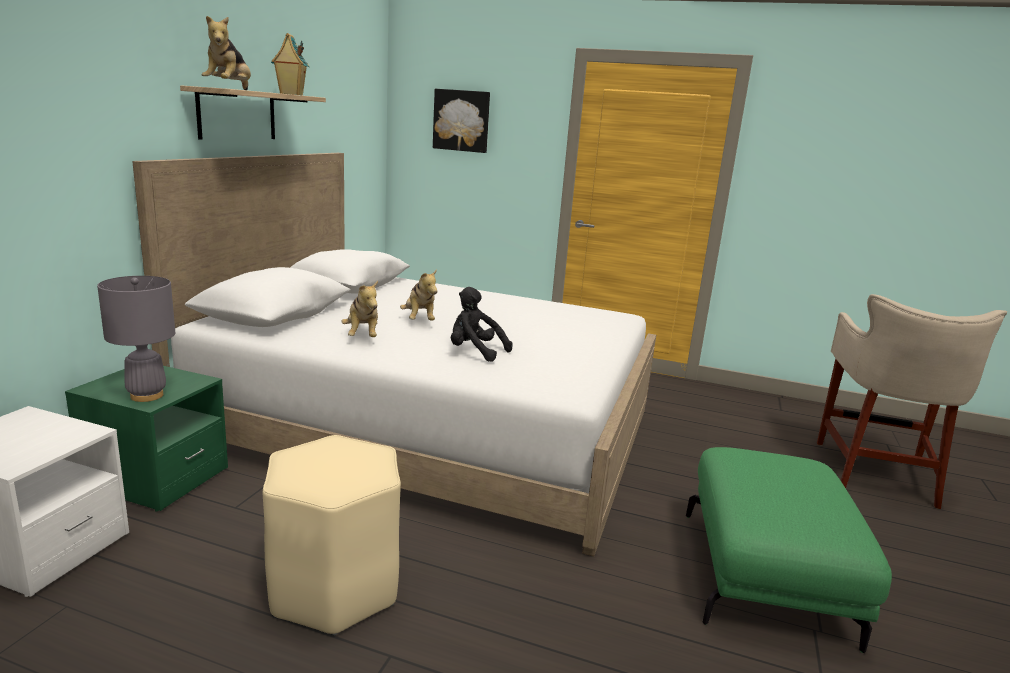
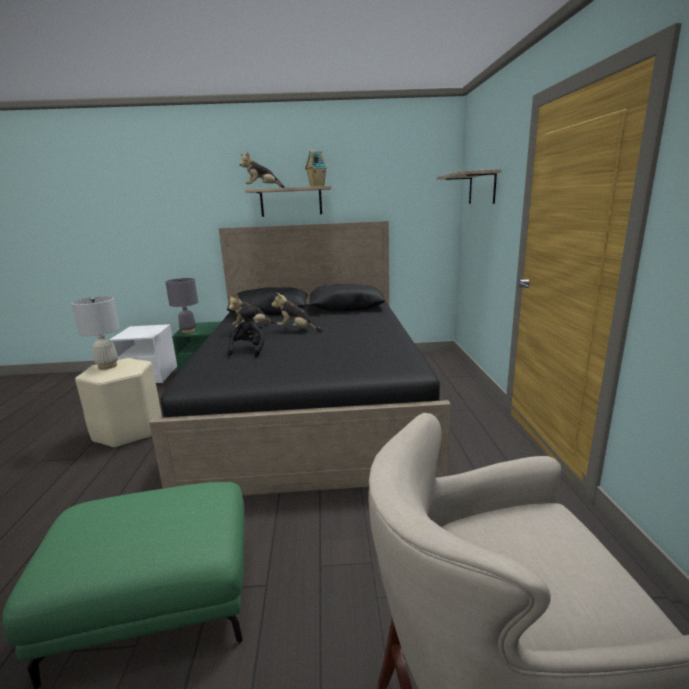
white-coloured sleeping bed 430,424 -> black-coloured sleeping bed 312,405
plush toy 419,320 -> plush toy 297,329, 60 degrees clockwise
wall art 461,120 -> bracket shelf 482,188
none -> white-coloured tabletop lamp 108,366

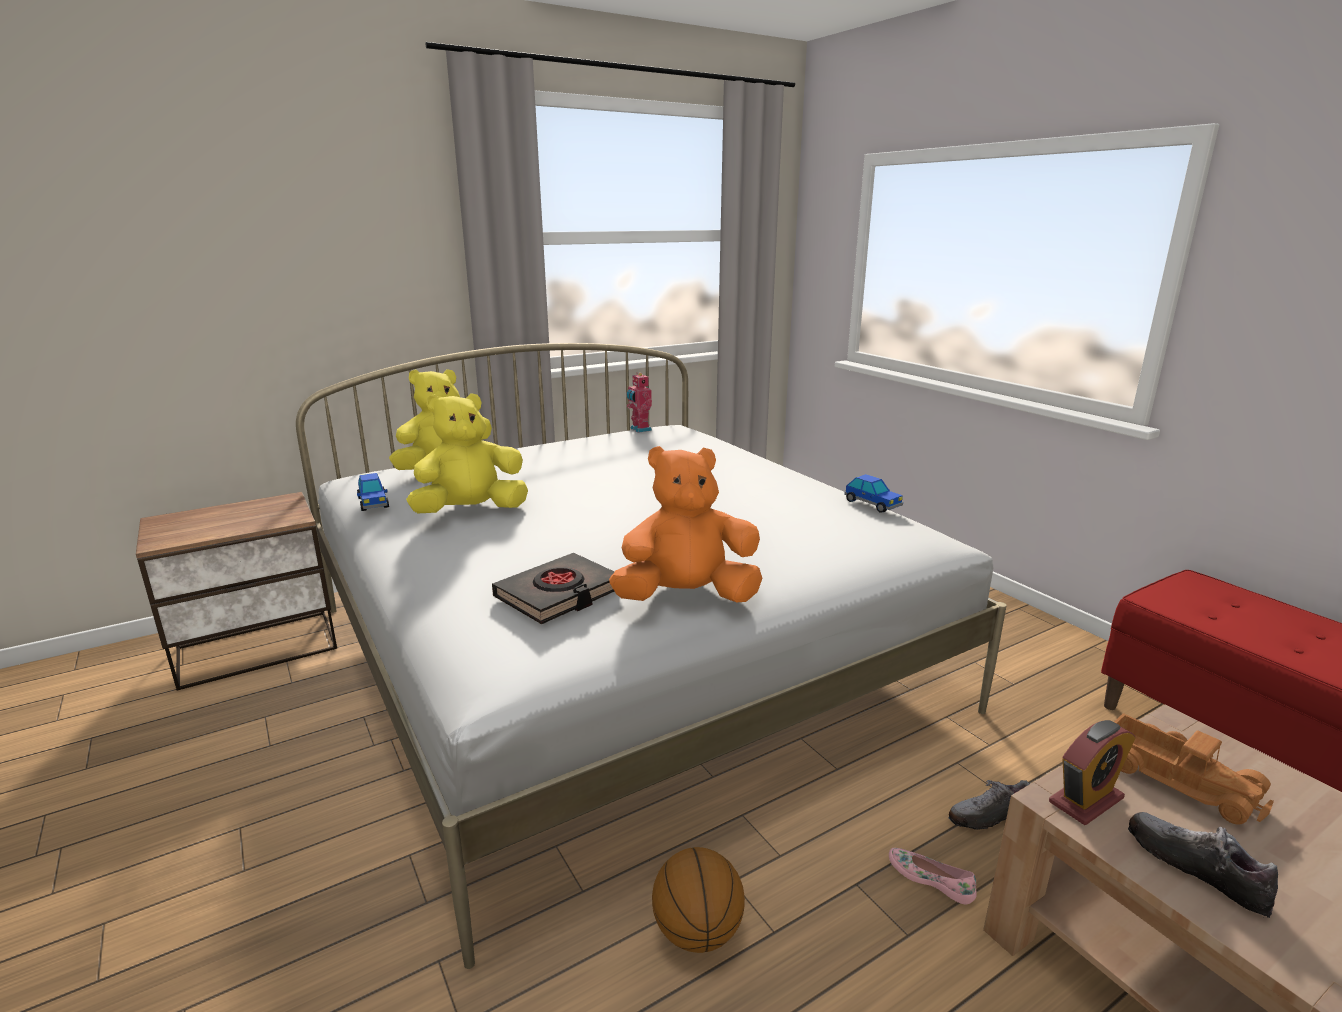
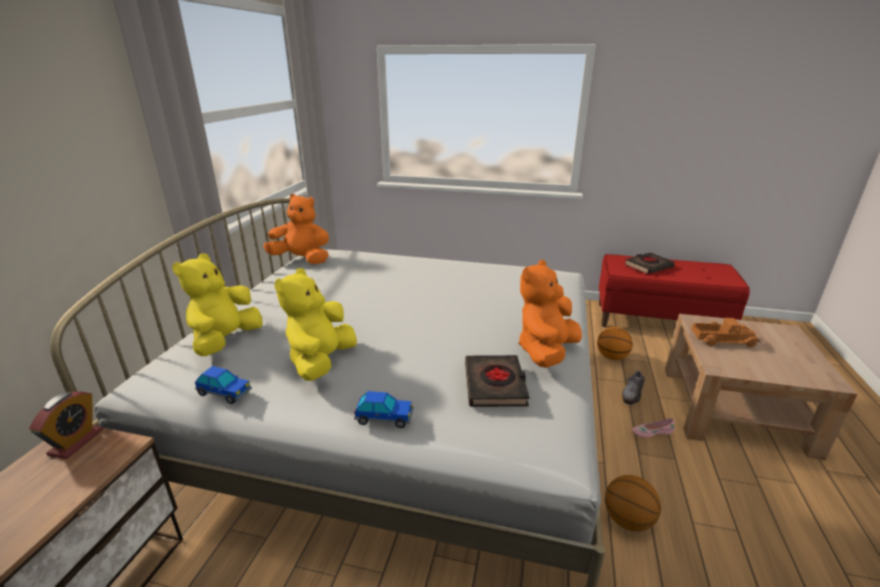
toy robot 639,429 -> orange-coloured plush toy 302,260
model car 872,504 -> model car 384,418, relocated
alarm clock 1086,800 -> alarm clock 76,442, relocated
shoe 1195,868 -> none
none -> basketball 611,357
none -> black-coloured book 648,266

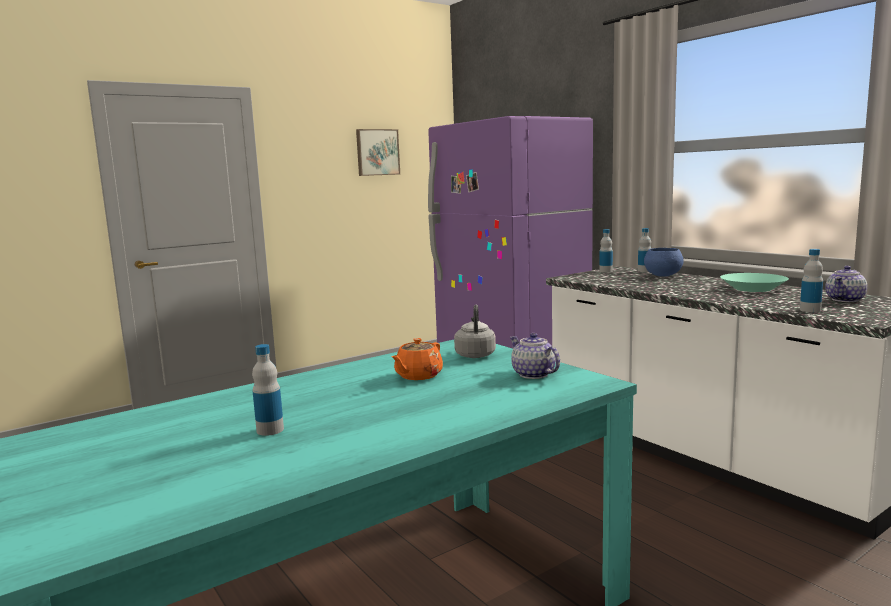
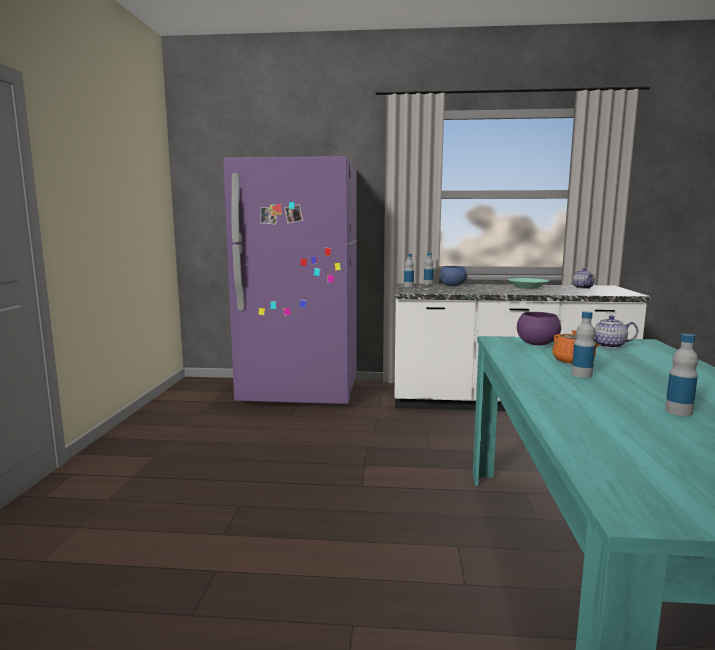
wall art 377,152 -> none
greyish kettle 475,354 -> purple-coloured deep dish 536,344
bottle 810,310 -> bottle 581,375, relocated

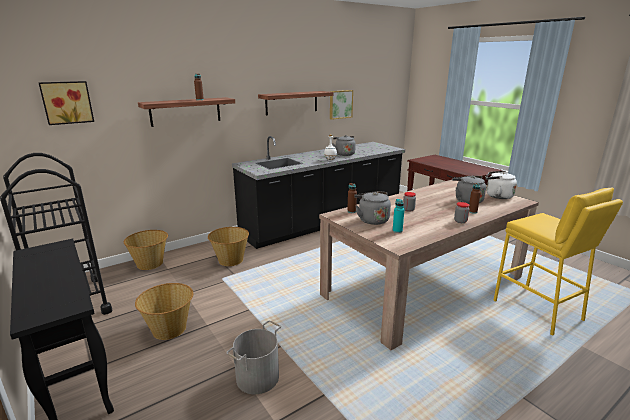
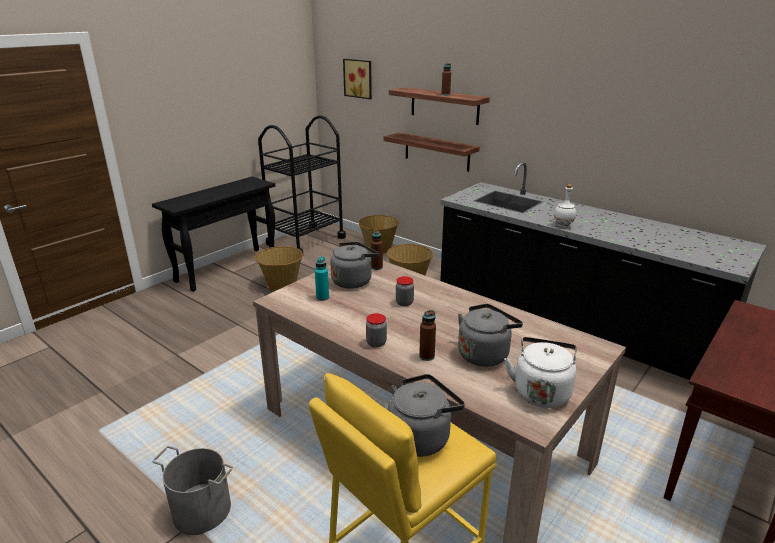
greyish bucket 257,377 -> greyish bucket 202,510, relocated
bracket shelf 291,102 -> bracket shelf 436,151, relocated
wall art 340,104 -> none
greyish kettle 344,154 -> greyish kettle 421,437, relocated

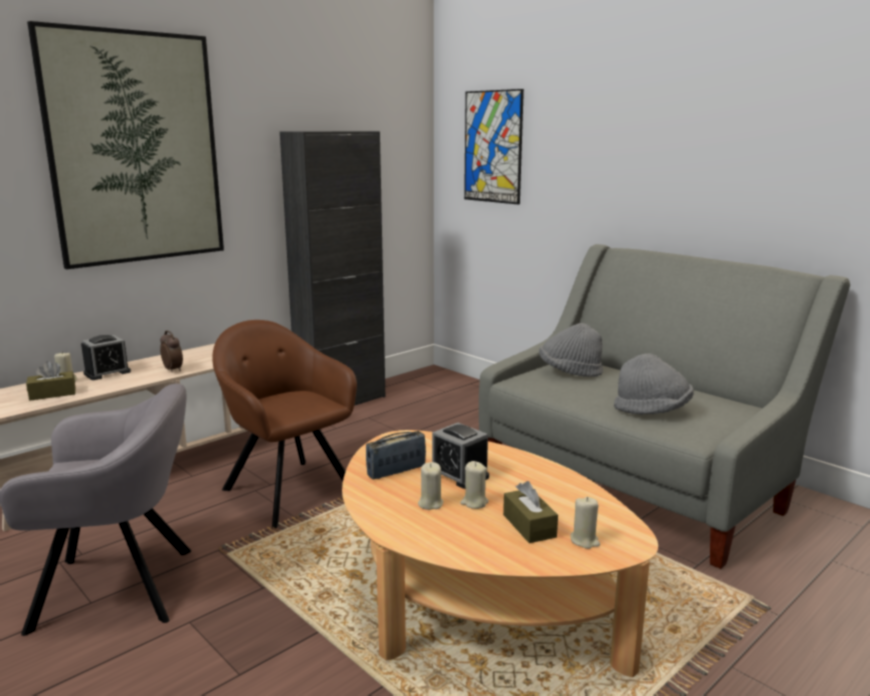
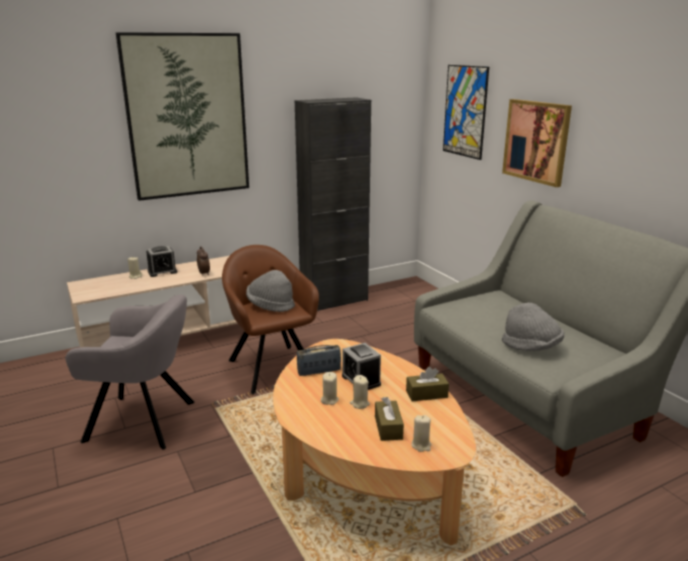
brown tissue box 52,394 -> brown tissue box 426,394, relocated
greyish wearable hat 569,372 -> greyish wearable hat 270,305, relocated
none -> wall art 536,141

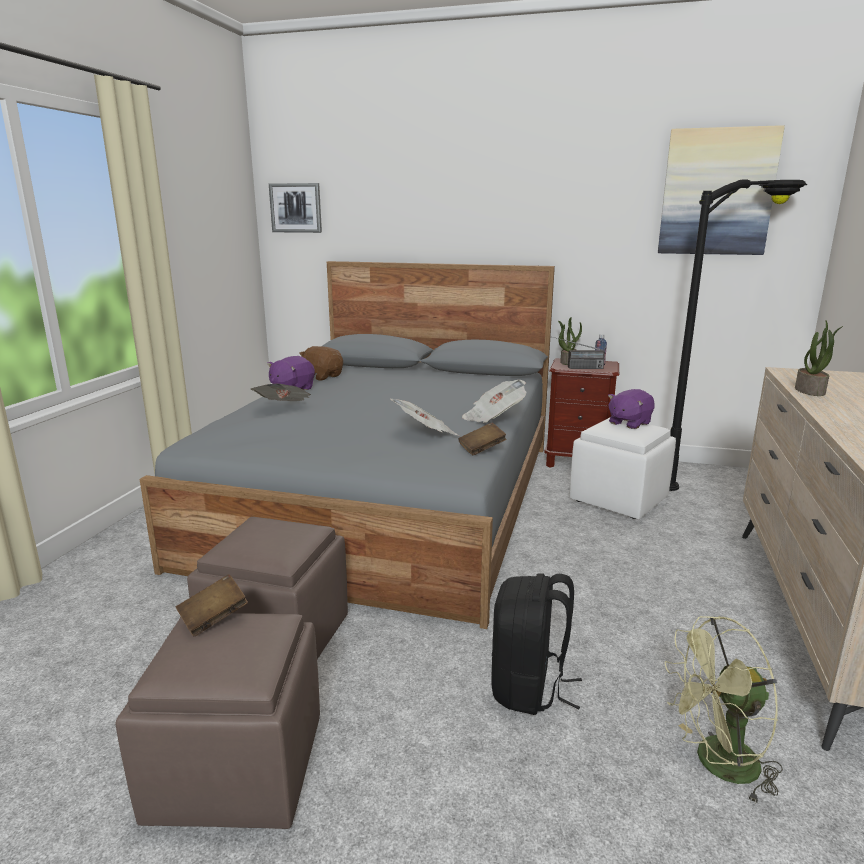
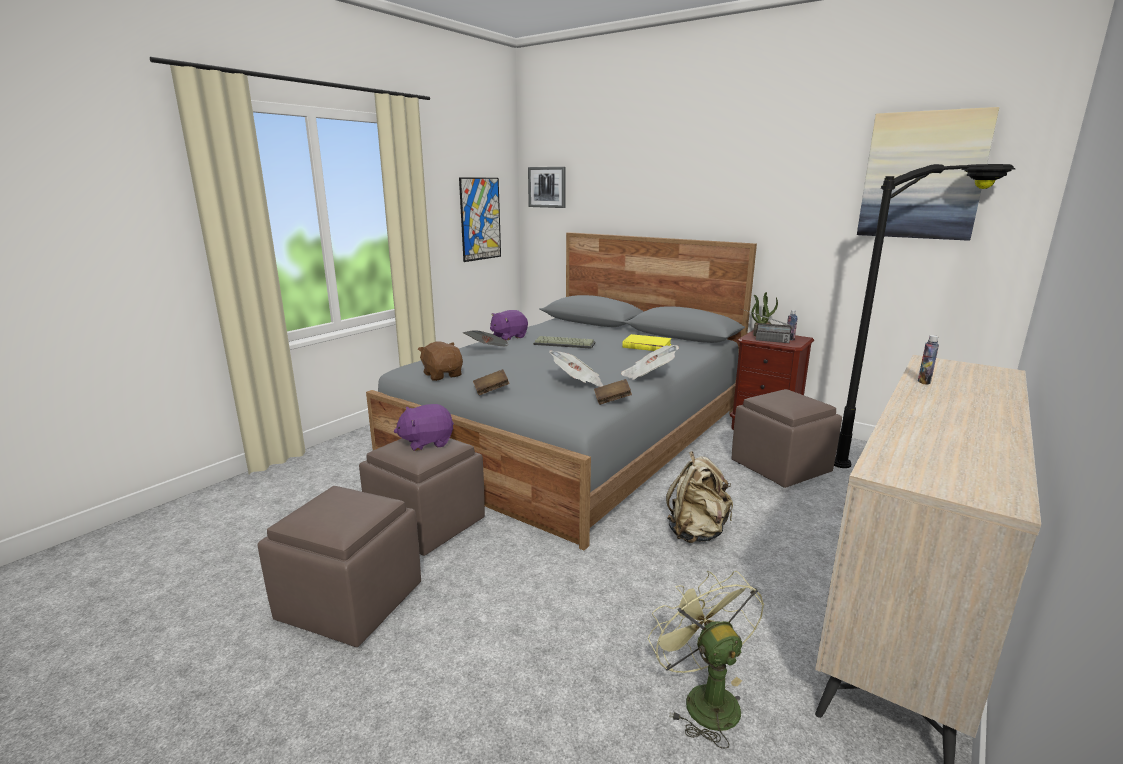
brown book 213,618 -> brown book 491,390, relocated
brown plush toy 322,376 -> brown plush toy 443,375, relocated
black-coloured knapsack 529,688 -> none
white-coloured ottoman 620,499 -> brown ottoman 781,467
purple-coloured plush toy 629,423 -> purple-coloured plush toy 426,442, relocated
green cooling fan 716,765 -> green cooling fan 703,698, 60 degrees clockwise
houseplant 810,391 -> bottle 924,382
none -> wall art 480,219
none -> keyboard 565,343
none -> yellowish book 646,346
none -> beige knapsack 696,532

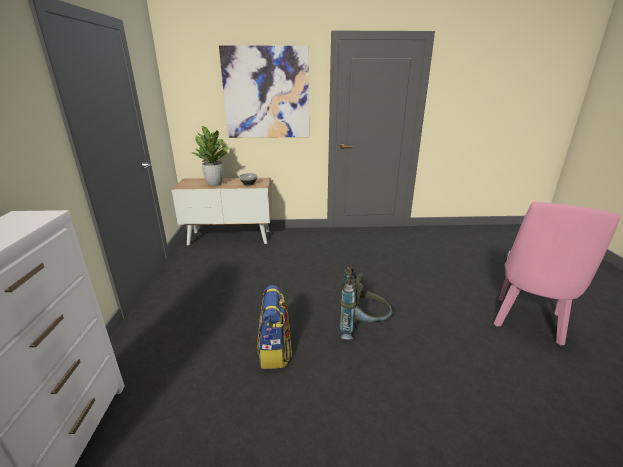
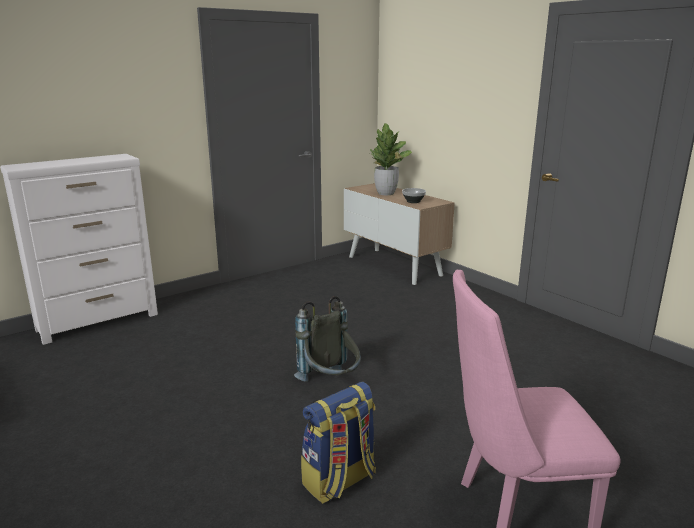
wall art 266,93 -> none
knapsack 275,352 -> knapsack 339,481, relocated

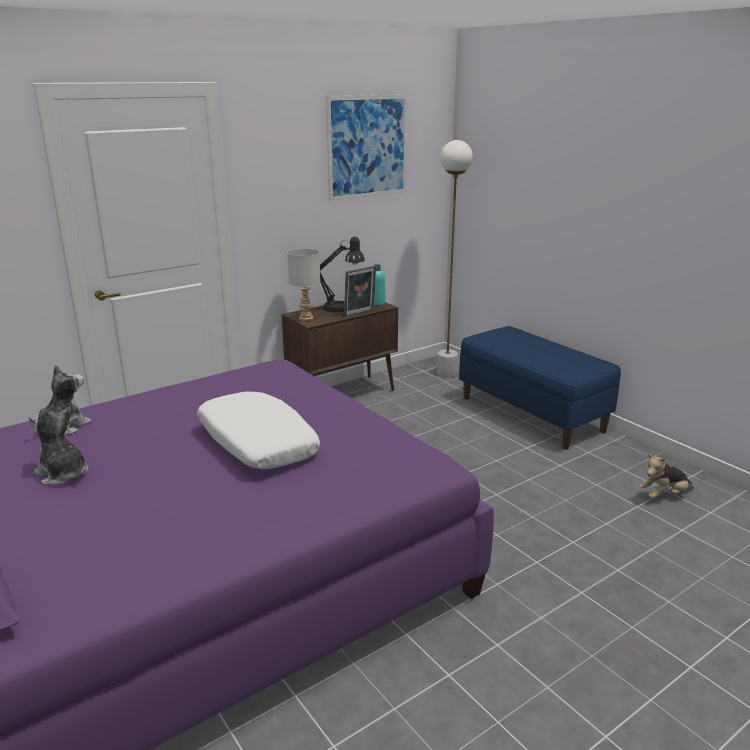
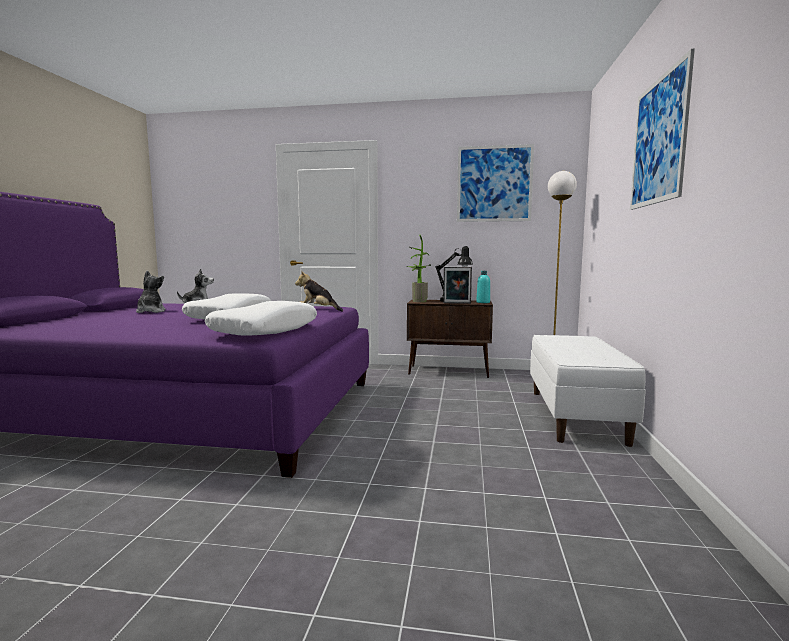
greyish tabletop lamp 305,318 -> houseplant 418,301
blue-coloured indoor bench 532,414 -> white-coloured indoor bench 576,416
plush toy 664,495 -> plush toy 318,310, relocated
none -> white-coloured cushion 265,330
none -> wall art 658,141

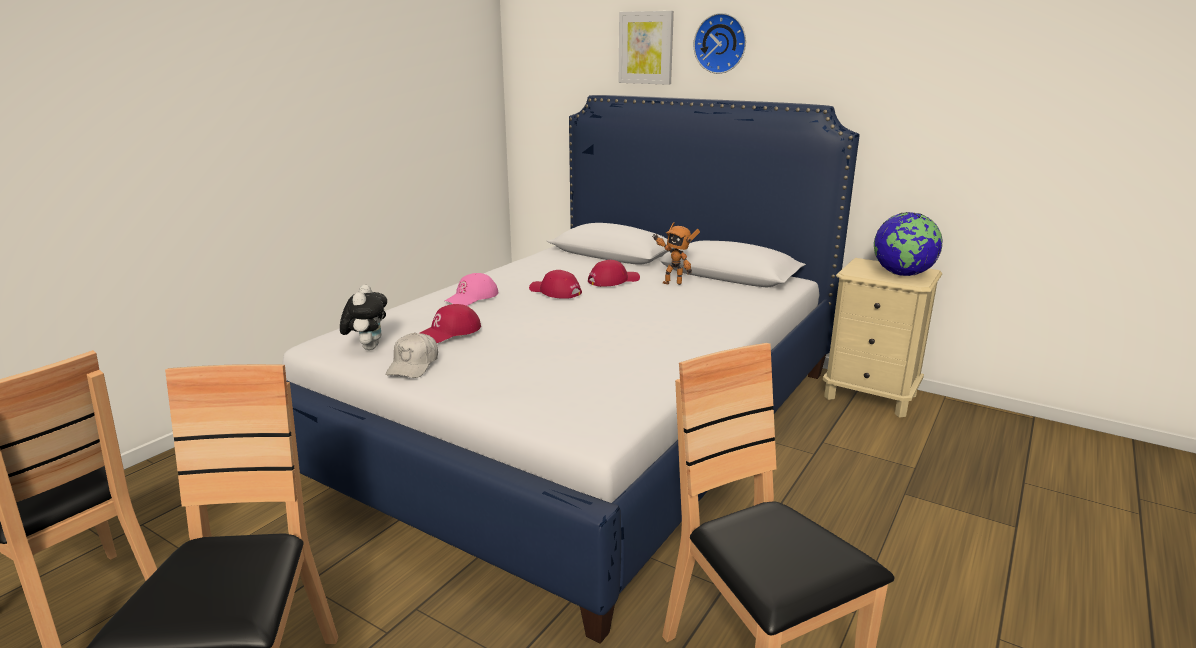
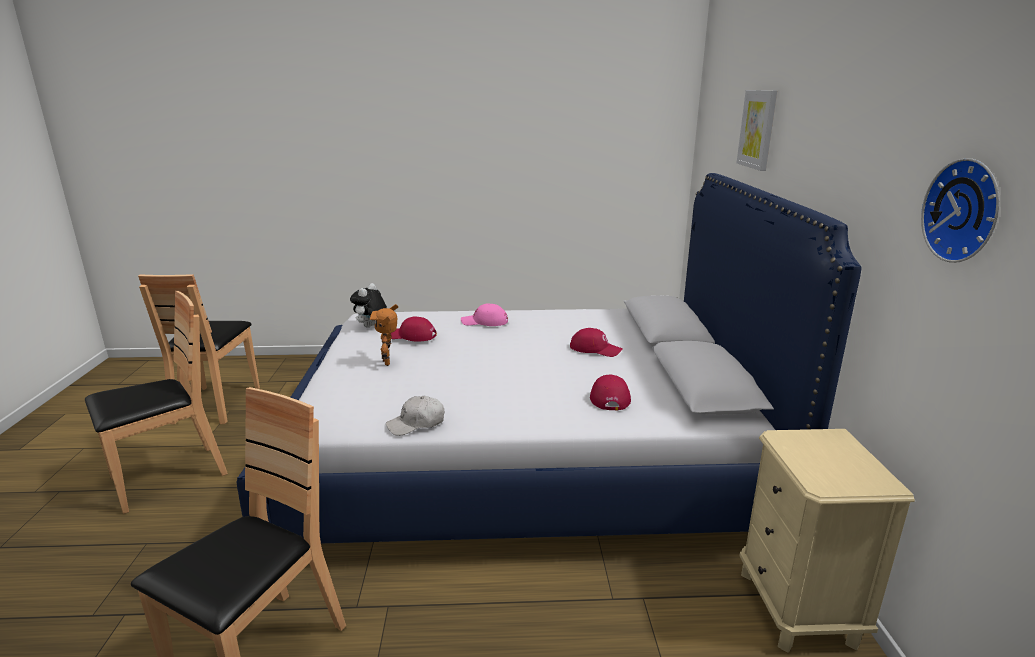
plush toy 368,347 -> plush toy 370,327, 150 degrees clockwise
white-coloured cap 413,365 -> white-coloured cap 416,424, relocated
reddish cap 554,292 -> reddish cap 609,396, relocated
toy robot 672,283 -> toy robot 389,362, relocated
clock on the wall 721,43 -> clock on the wall 966,211, relocated
globe 902,274 -> none

